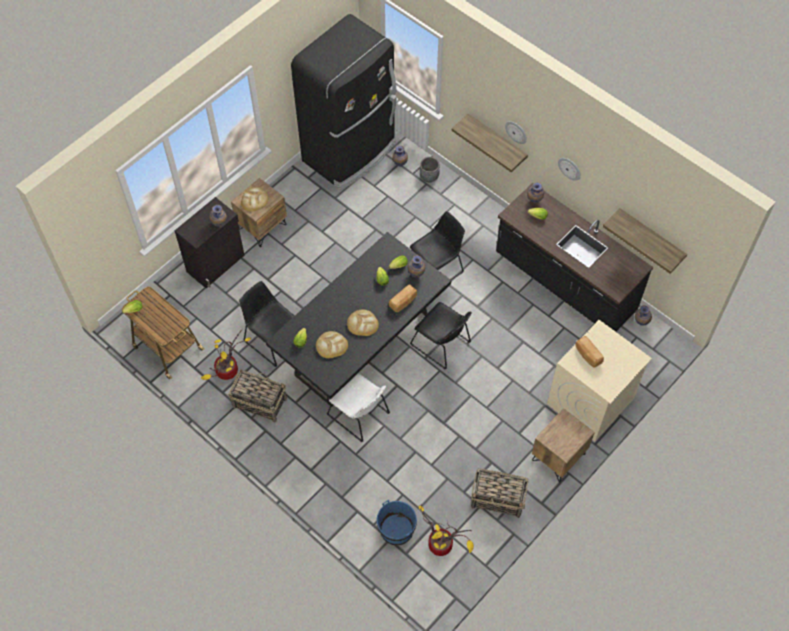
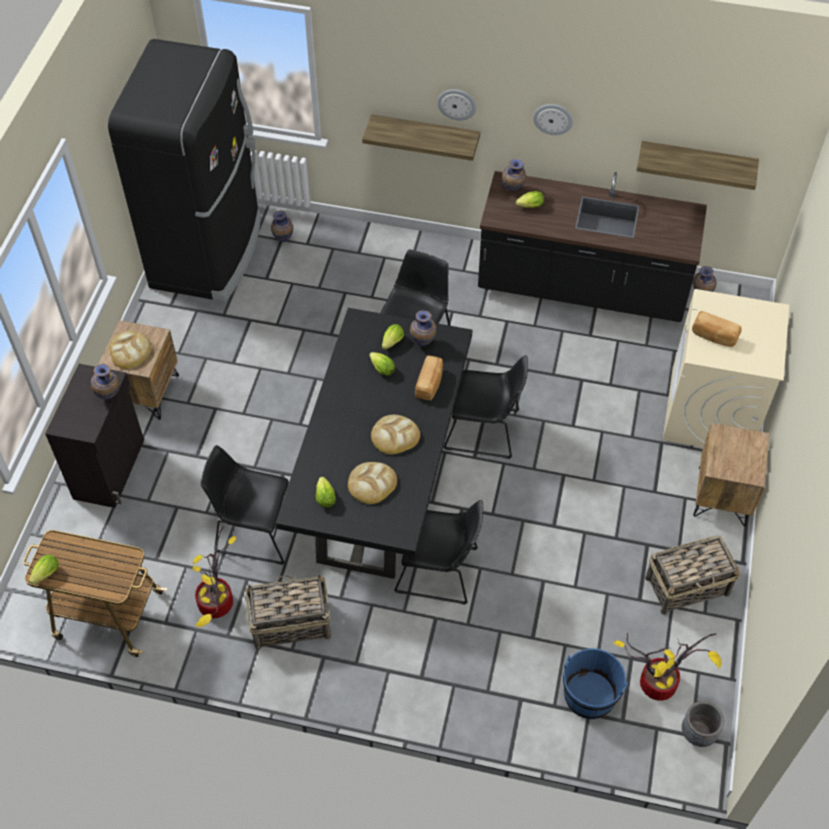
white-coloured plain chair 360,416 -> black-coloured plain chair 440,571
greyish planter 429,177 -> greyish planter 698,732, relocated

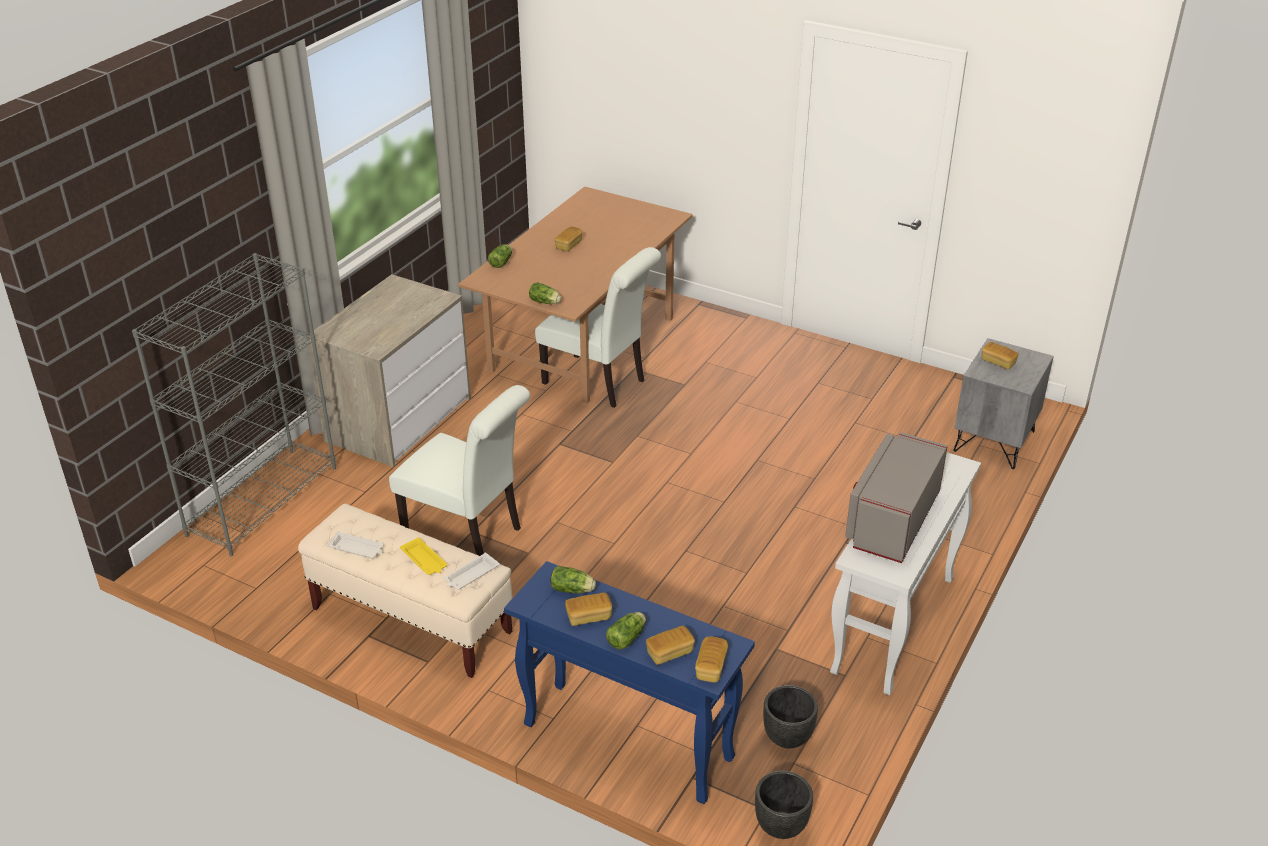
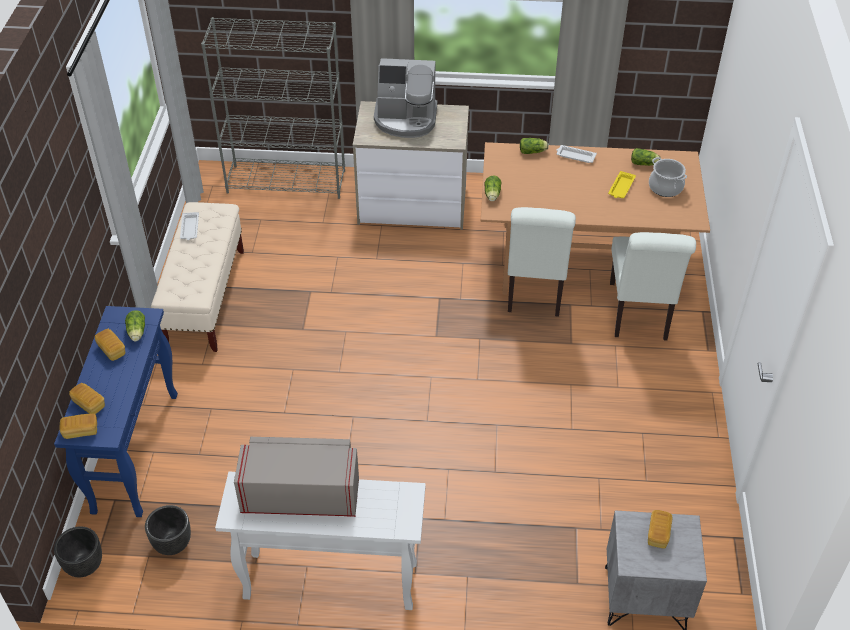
white-coloured plain chair 468,533 -> white-coloured plain chair 639,315, relocated
yellowish tray 424,560 -> yellowish tray 621,188, relocated
white-coloured tray 471,575 -> white-coloured tray 575,156, relocated
baked bread 568,245 -> none
lettuce 628,637 -> lettuce 645,164, relocated
none -> coffee machine 406,119
none -> cooking pot 665,187

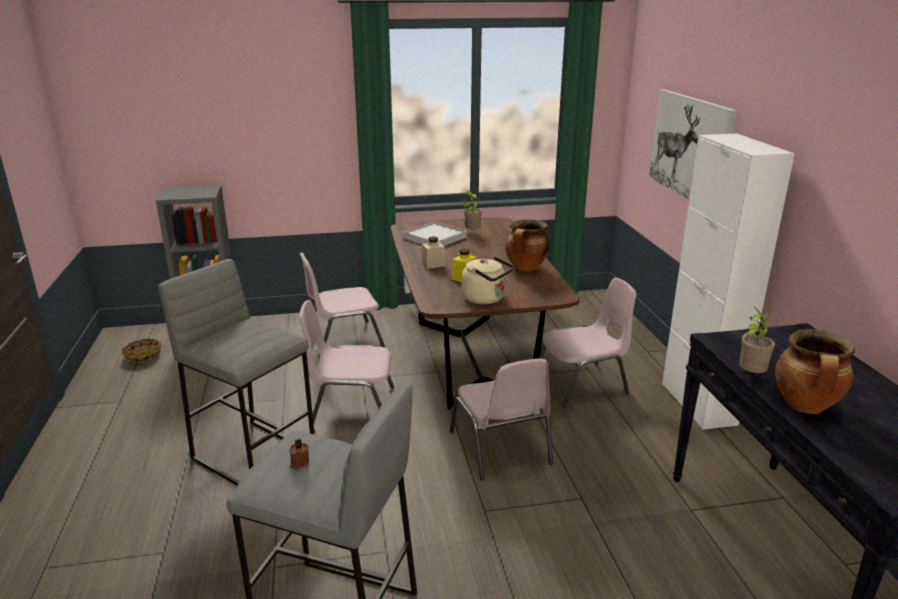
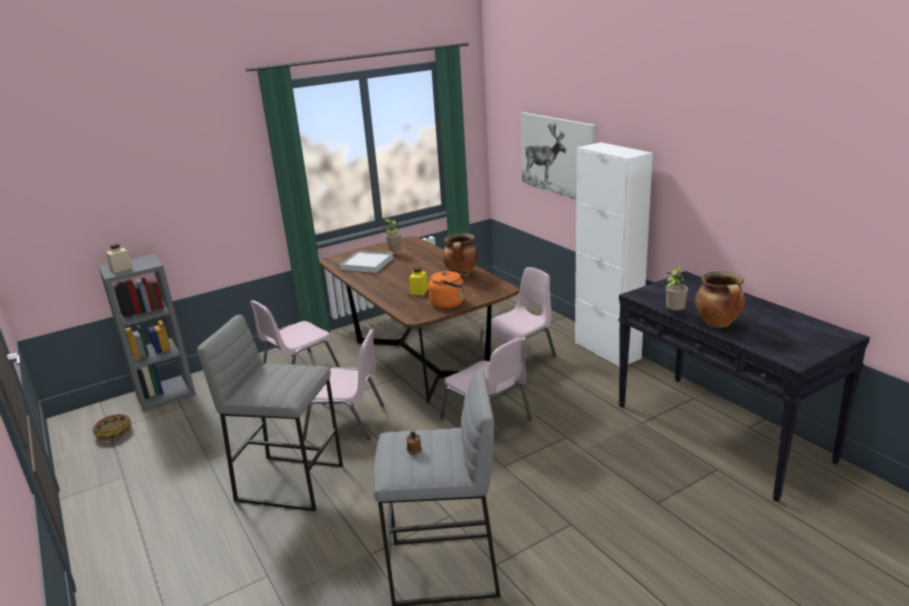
pink plain chair 351,406 -> pink plain chair 346,422, 150 degrees counterclockwise
beige preserve jar 433,264 -> beige preserve jar 121,268, relocated
beige kettle 486,299 -> orange-coloured kettle 450,303

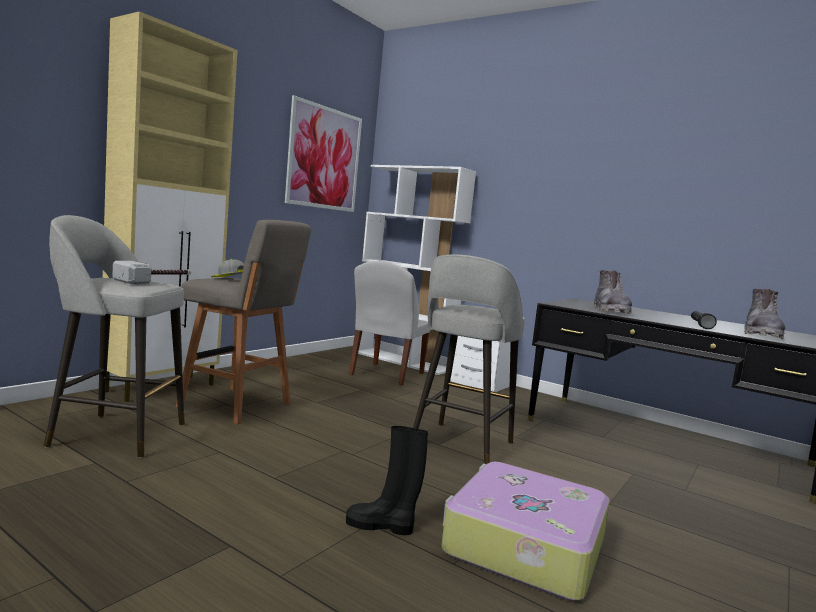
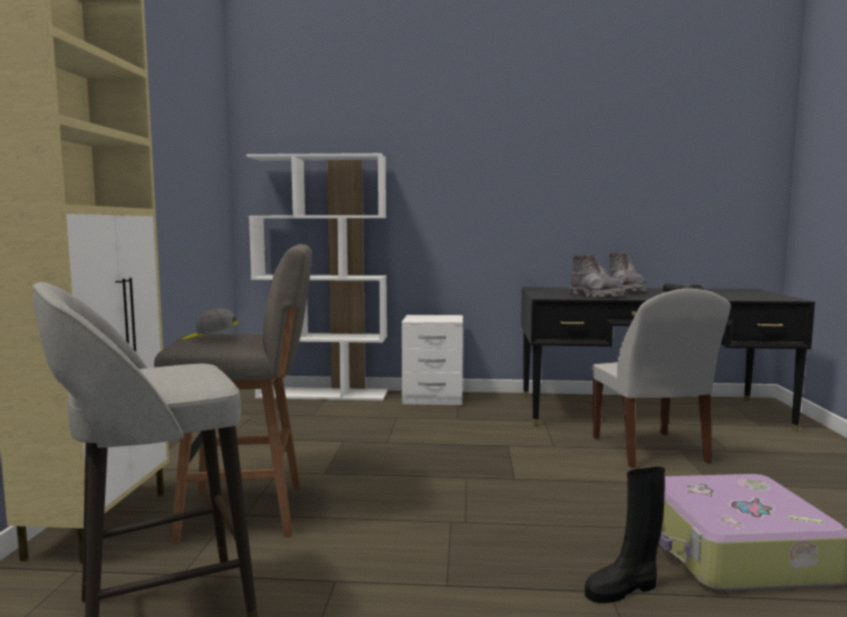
hand hammer 156,281 -> none
wall art 324,158 -> none
white-coloured plain chair 385,375 -> white-coloured plain chair 650,451, relocated
greyish stool seat 460,445 -> none
greyish boot 761,334 -> greyish boot 624,290, relocated

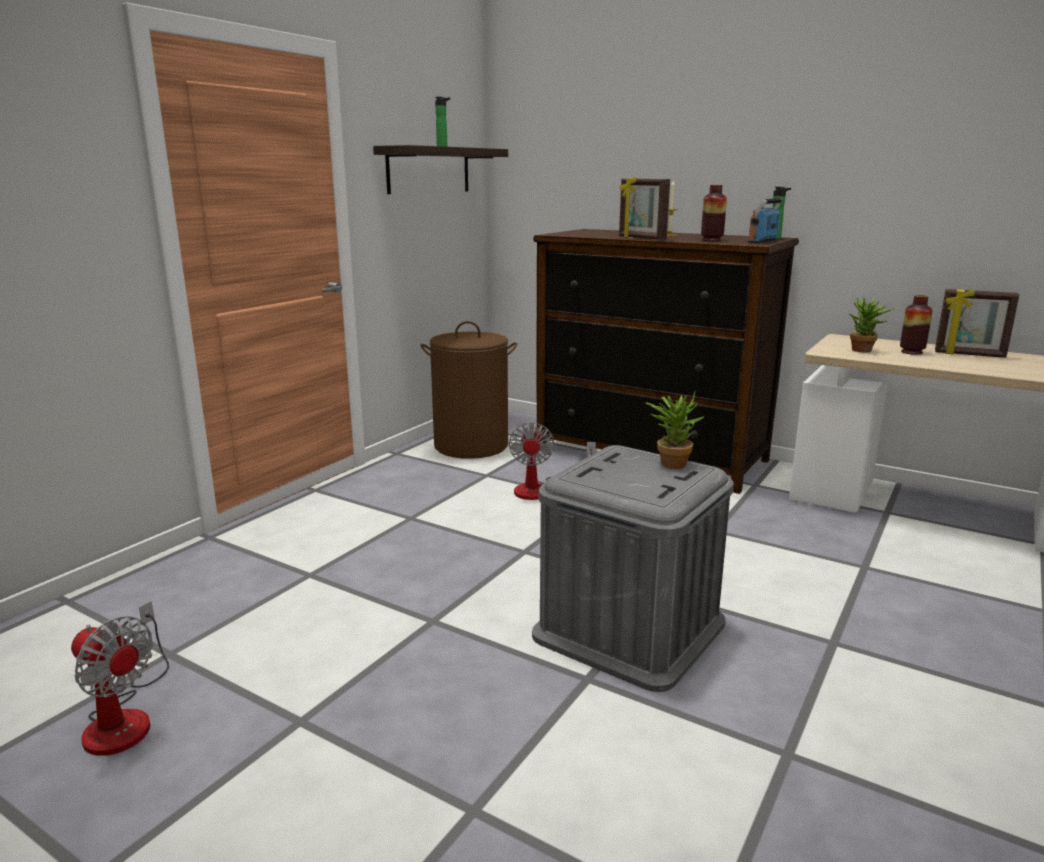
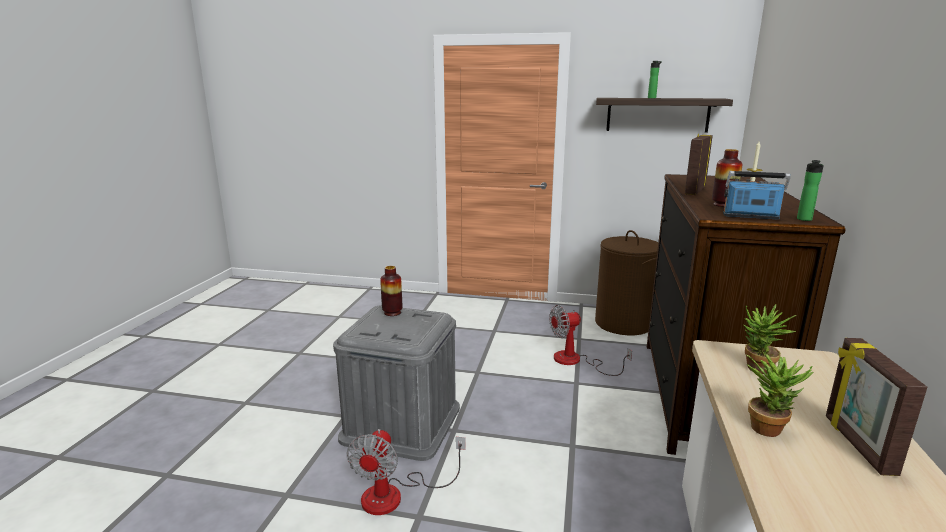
cooling fan 125,717 -> cooling fan 396,495, relocated
houseplant 671,462 -> houseplant 769,427, relocated
decorative vase 911,352 -> decorative vase 392,312, relocated

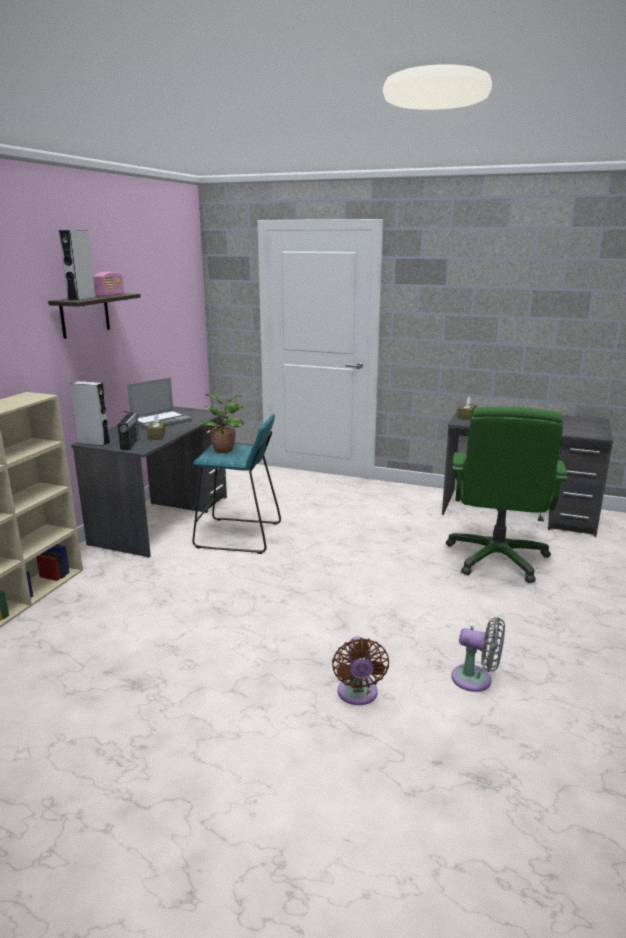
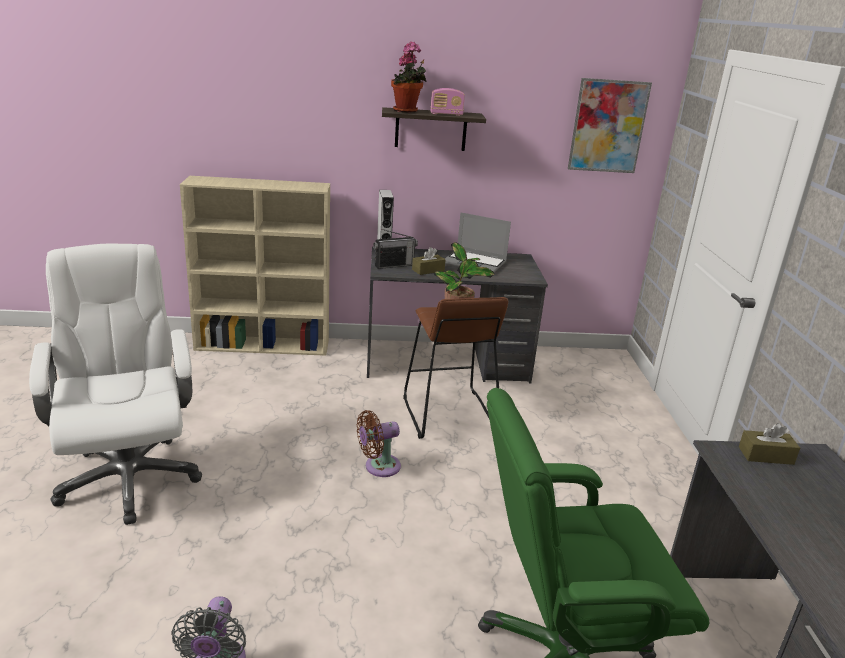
greyish loudspeaker 81,299 -> houseplant 407,111
turquoise stool seat 238,535 -> brown stool seat 448,414
brown cooling fan 357,694 -> brown cooling fan 378,467, relocated
none -> white-coloured desk chair 129,477
none -> wall art 608,126

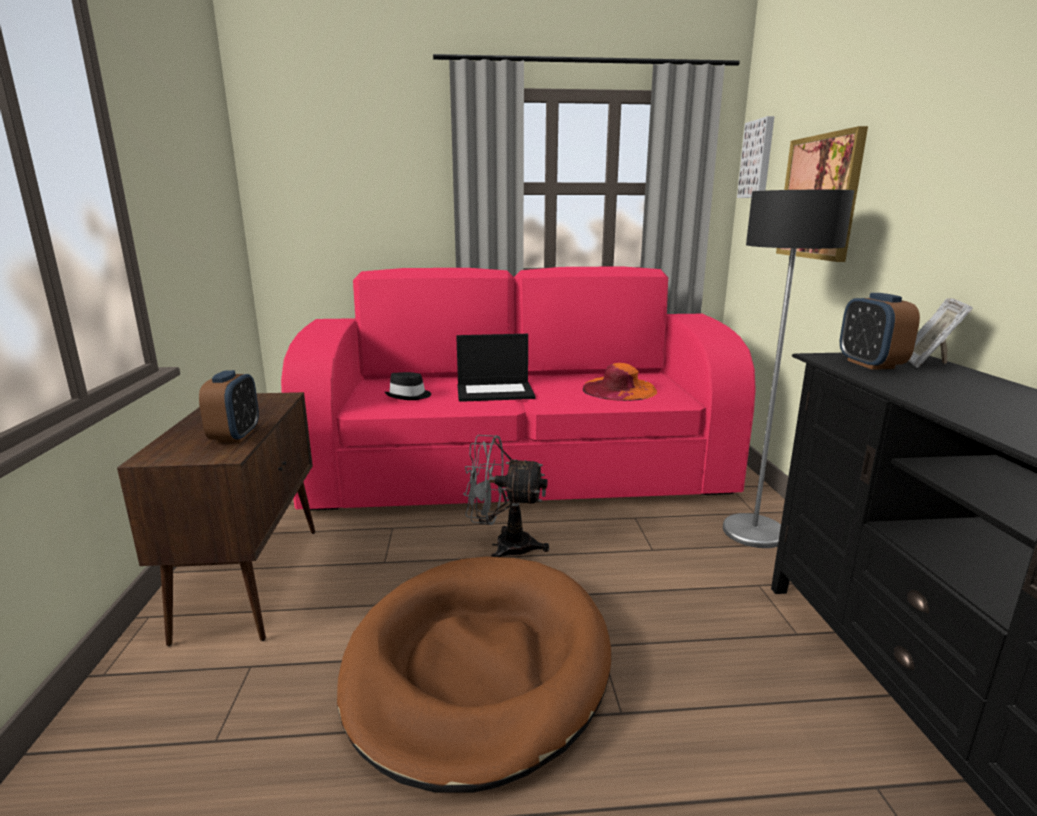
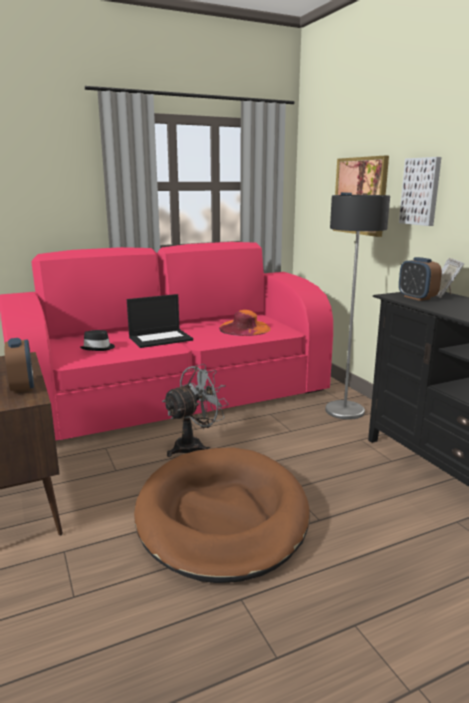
greyish cooling fan 503,546 -> greyish cooling fan 194,445, 150 degrees clockwise
wall art 758,159 -> wall art 421,191, relocated

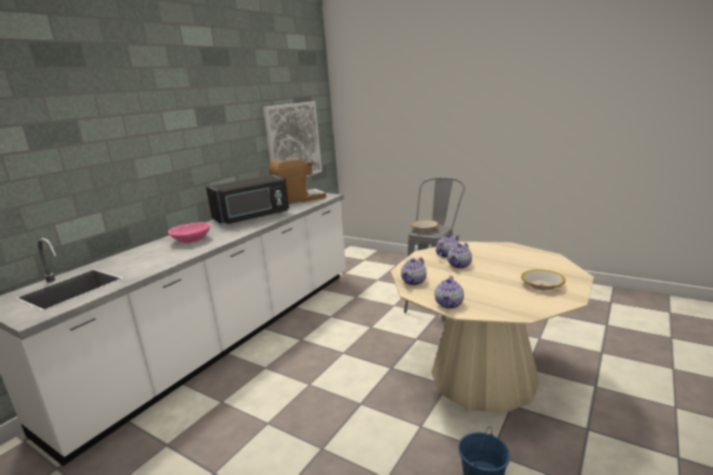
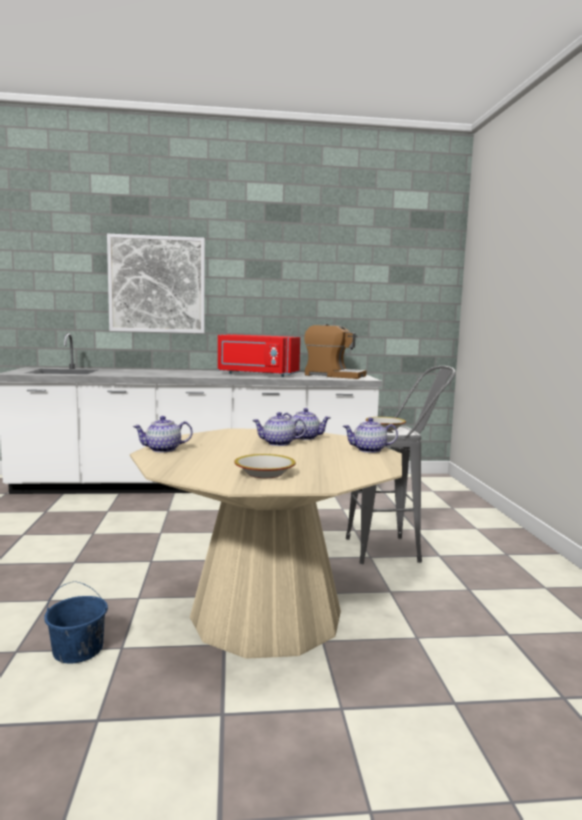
pink deep dish 191,240 -> none
black-coloured microwave oven 253,217 -> reddish microwave oven 257,374
wall art 293,142 -> wall art 157,284, relocated
teapot 414,281 -> teapot 369,450, relocated

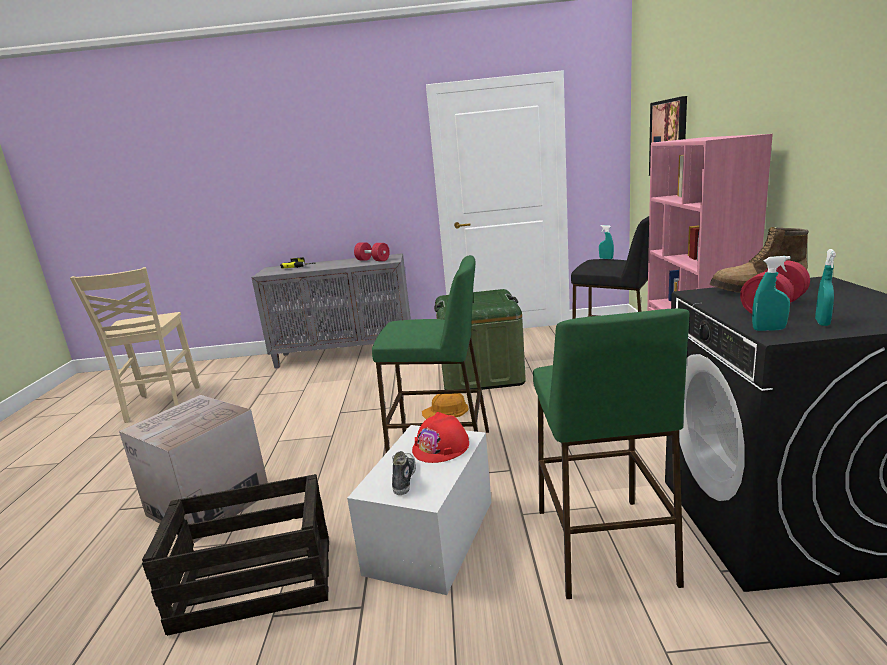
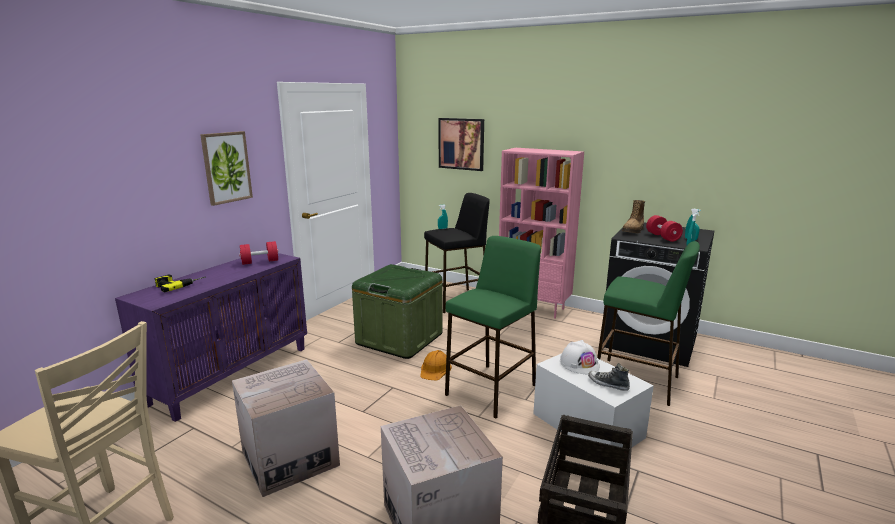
greyish storage cabinet 345,354 -> purple-coloured storage cabinet 232,374
reddish hard hat 441,446 -> white-coloured hard hat 579,363
none -> wall art 226,167
none -> cardboard box 290,458

